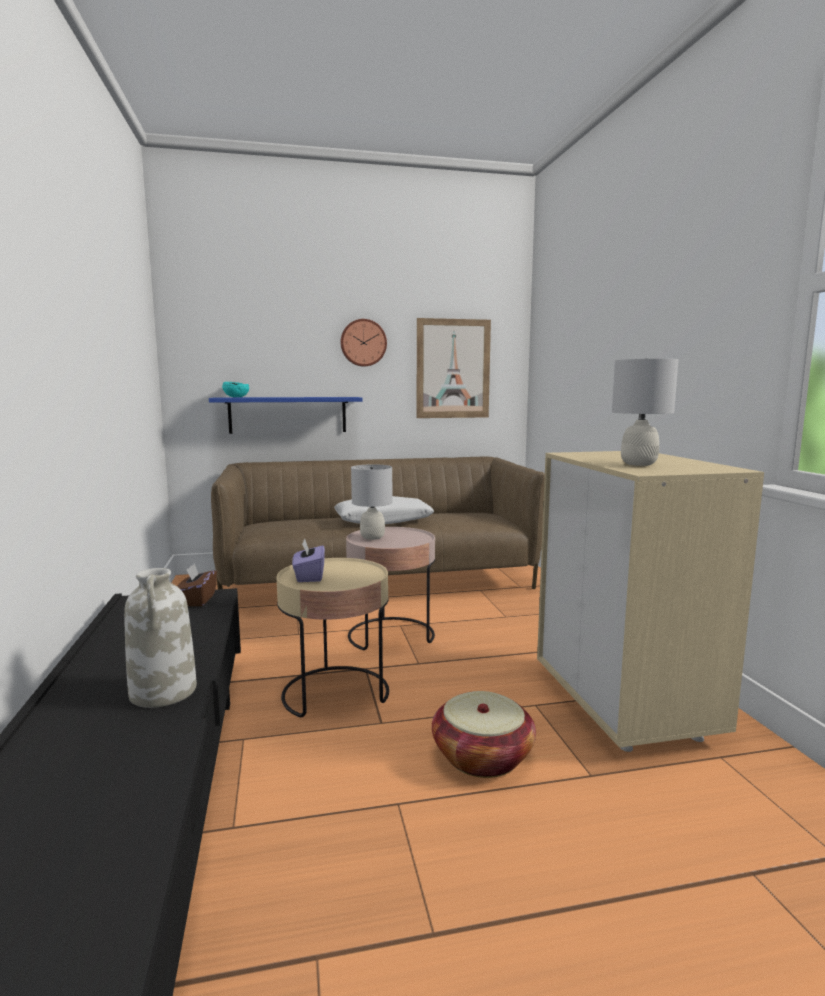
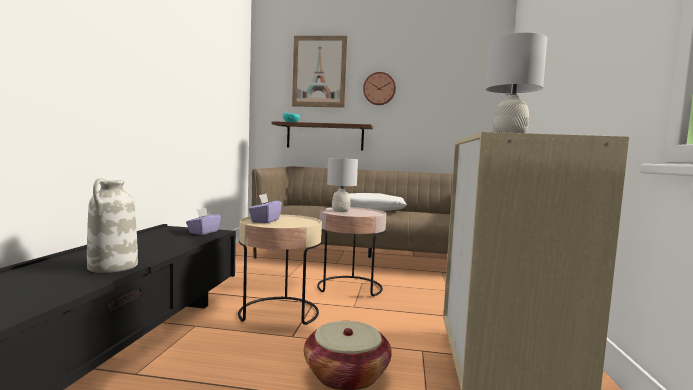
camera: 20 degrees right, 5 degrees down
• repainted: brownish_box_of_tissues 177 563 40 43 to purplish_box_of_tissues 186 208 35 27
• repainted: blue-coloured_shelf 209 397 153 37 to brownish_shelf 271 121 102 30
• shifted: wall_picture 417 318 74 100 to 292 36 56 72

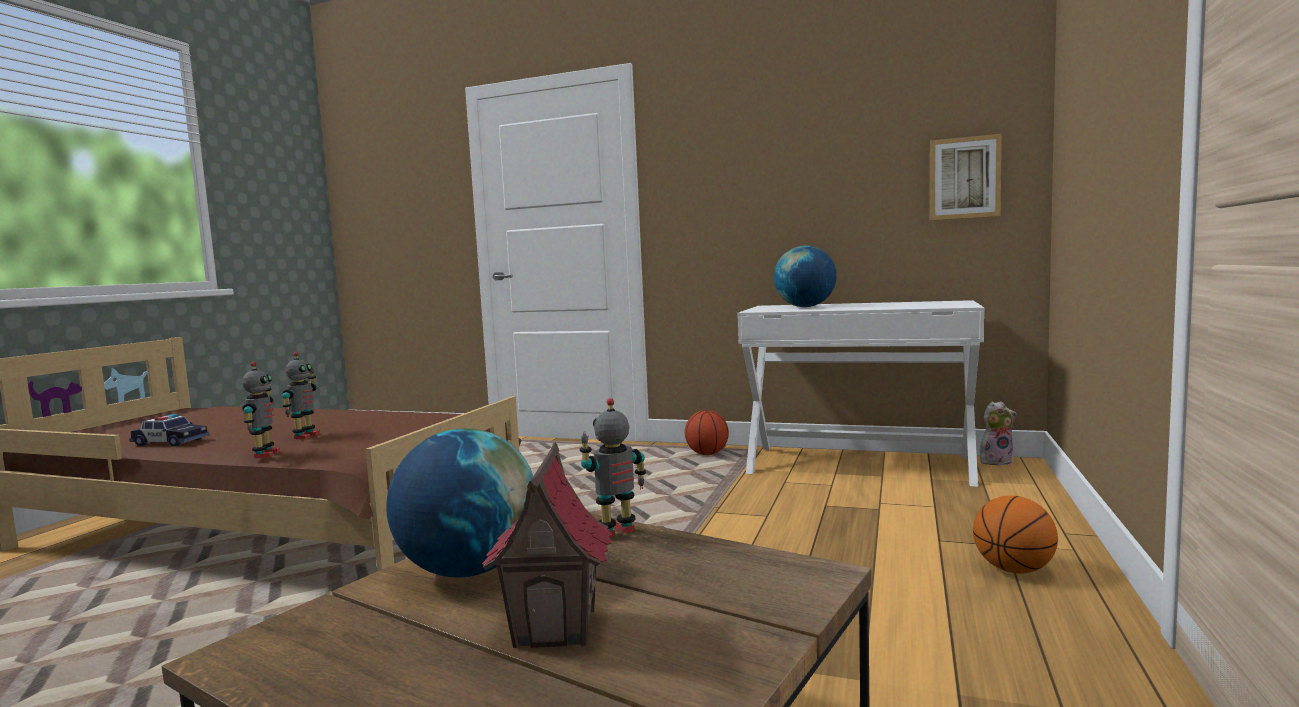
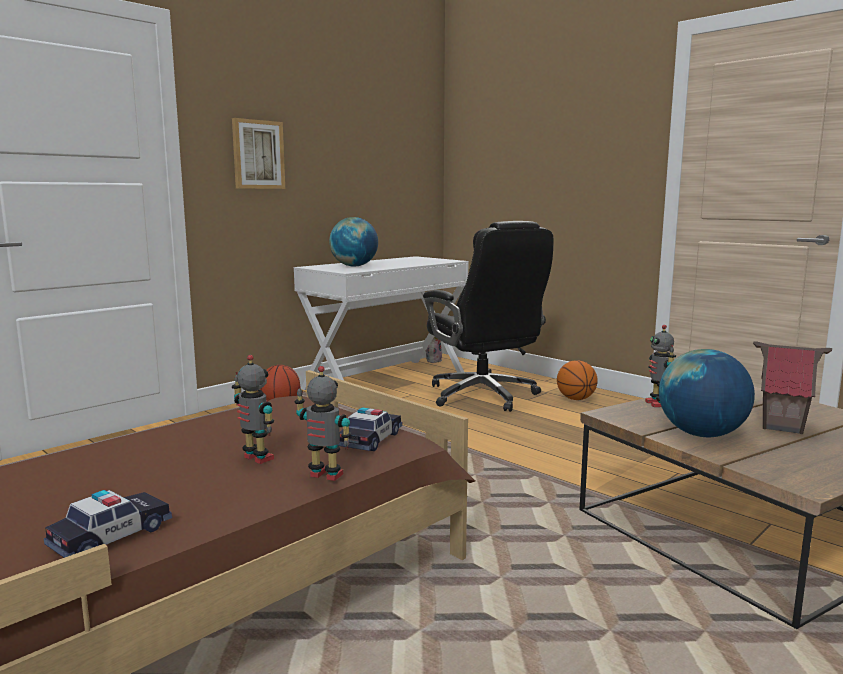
camera: 65 degrees left, 5 degrees up
• shifted: wall_picture 930 134 72 87 to 232 118 53 71
• new: miniature_car 337 407 65 44
• new: blackish_desk_chair 423 221 130 191

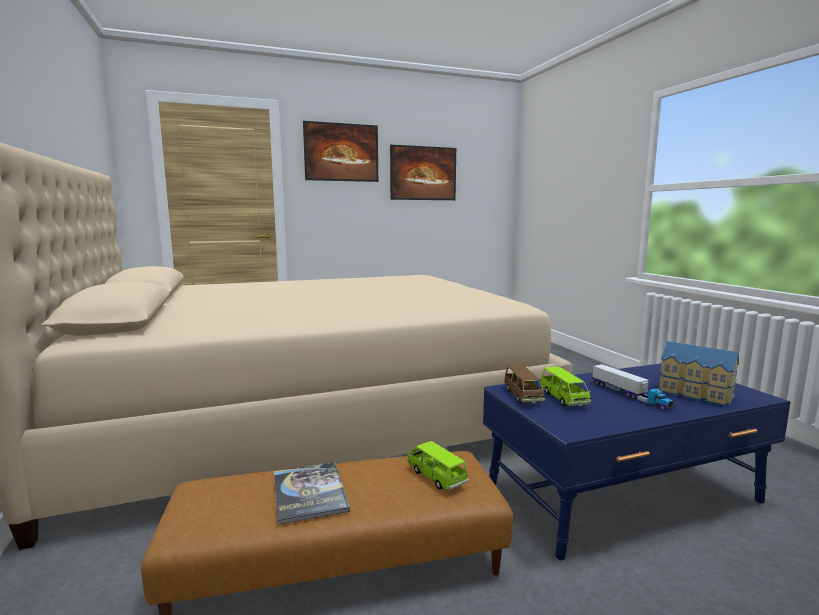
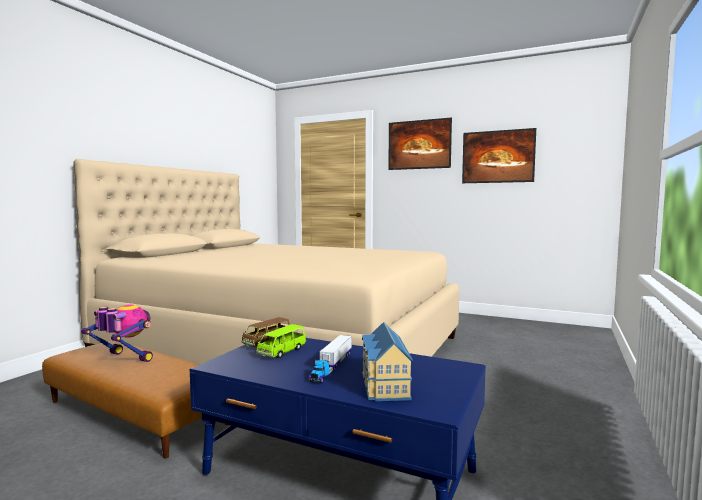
camera: 45 degrees right, 5 degrees down
• swapped: volume 274 462 76 63 to robot_figure 81 304 72 58
• gone: green-coloured_miniature_car 407 441 62 50

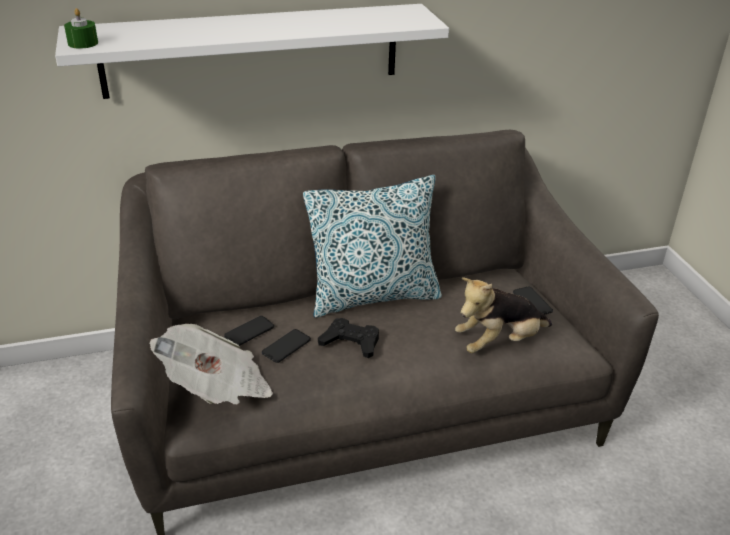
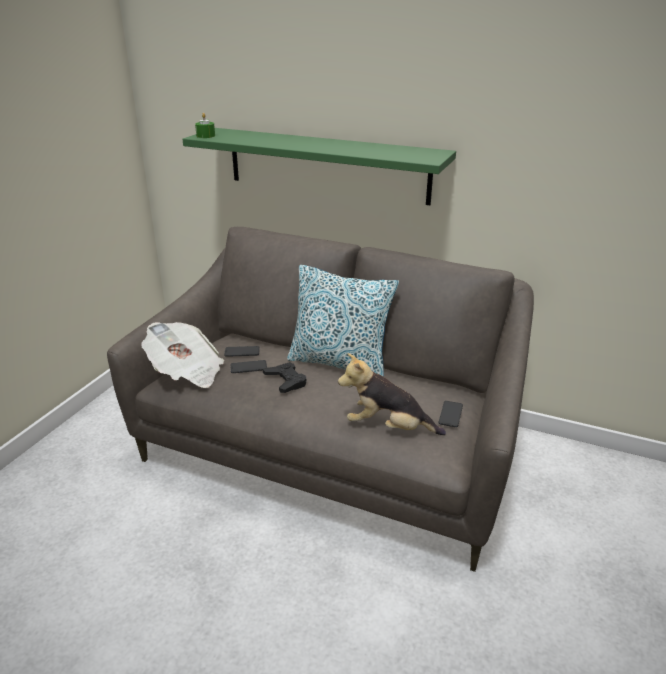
camera: 40 degrees right, 5 degrees down
• repainted: whitish_shelf 55 4 394 95 to green-coloured_shelf 182 128 274 77

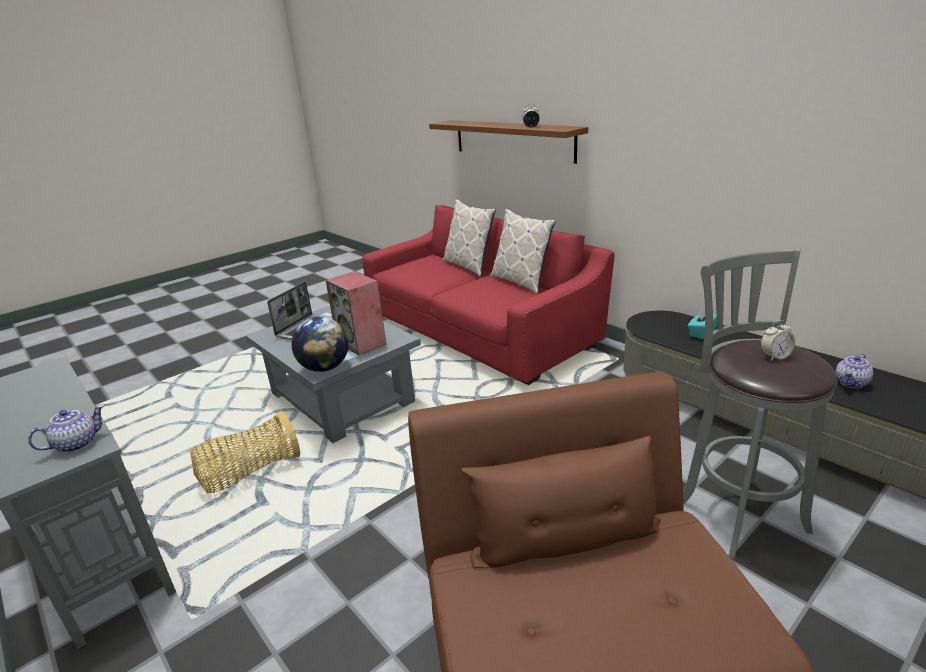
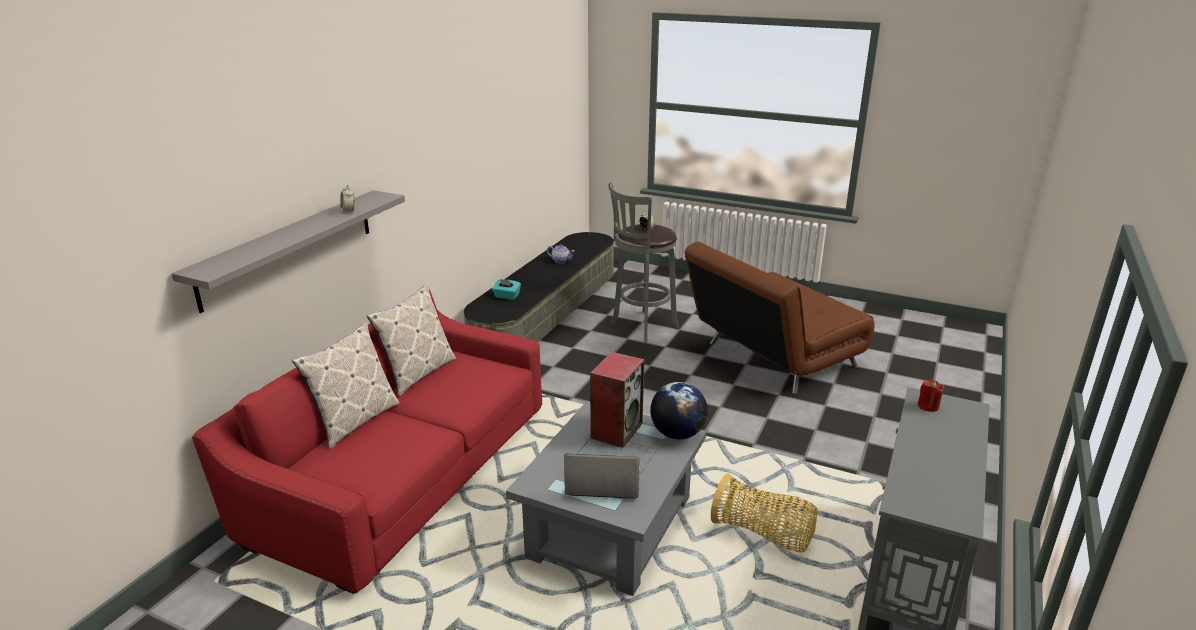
camera: 115 degrees left, 0 degrees up
• swapped: teapot 28 405 76 48 to red_wax_light 918 380 26 32
• repainted: brownish_shelf 429 120 159 44 to grey_shelf 171 190 234 123

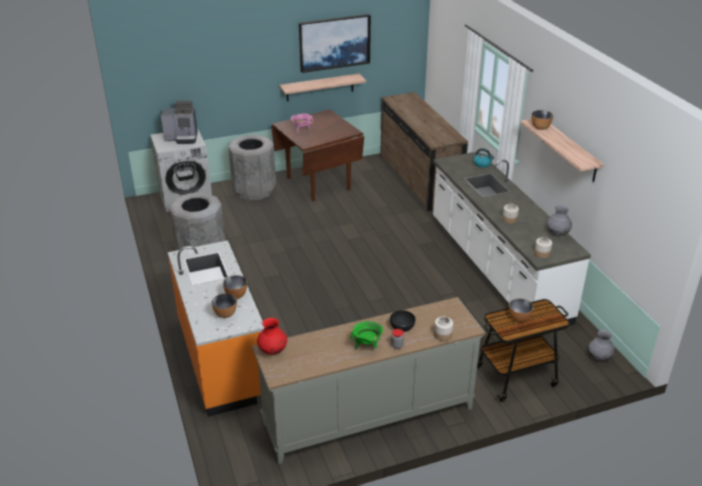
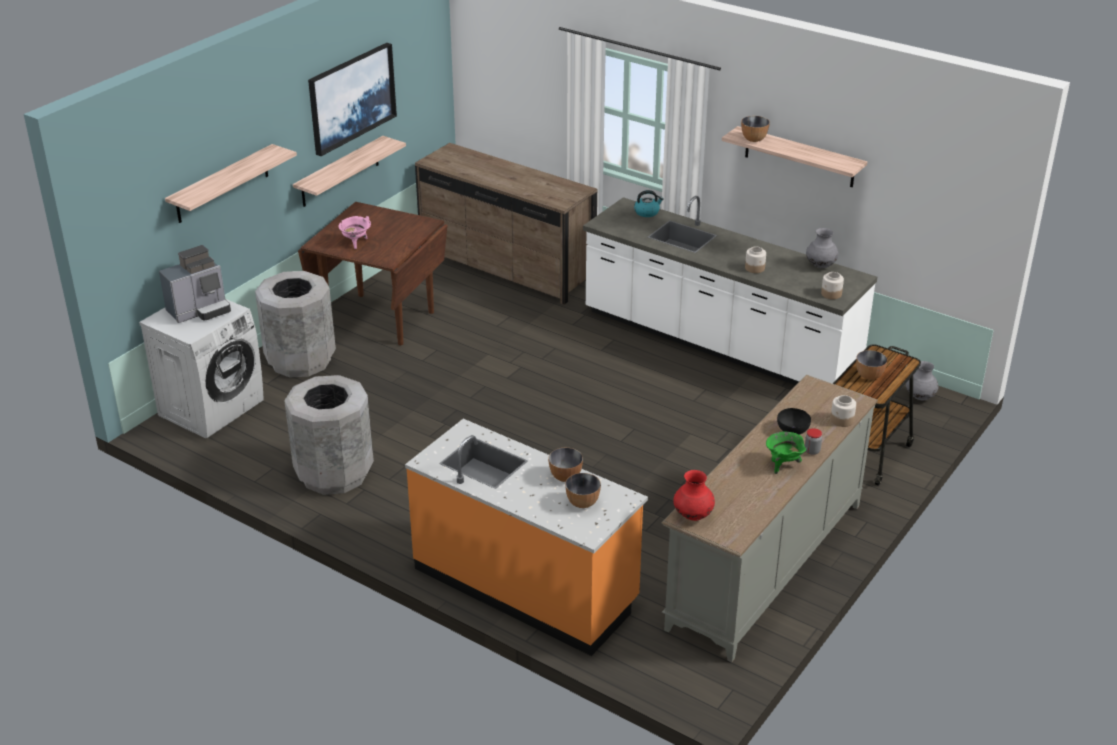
camera: 35 degrees left, 0 degrees up
• new: shelf 165 144 132 79

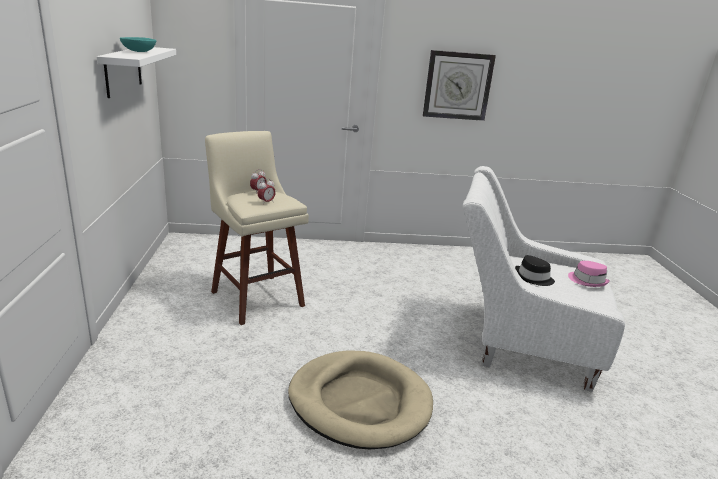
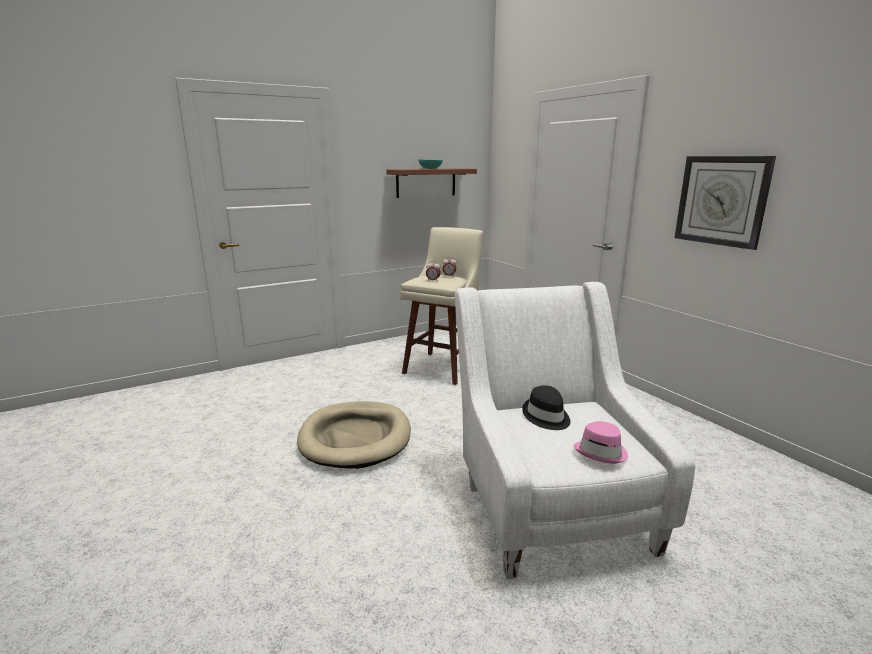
camera: 65 degrees right, 5 degrees down
• repainted: whitish_shelf 97 47 79 51 to brownish_shelf 386 168 91 30

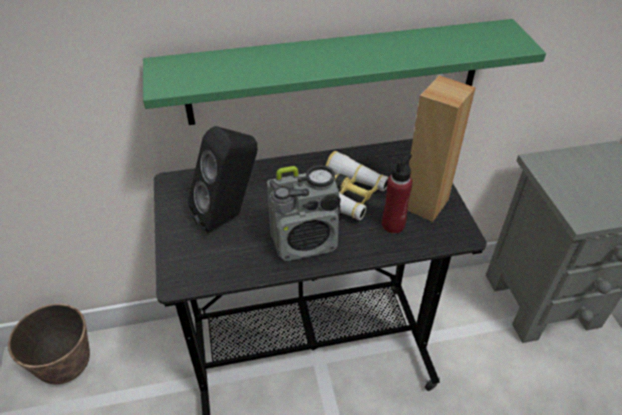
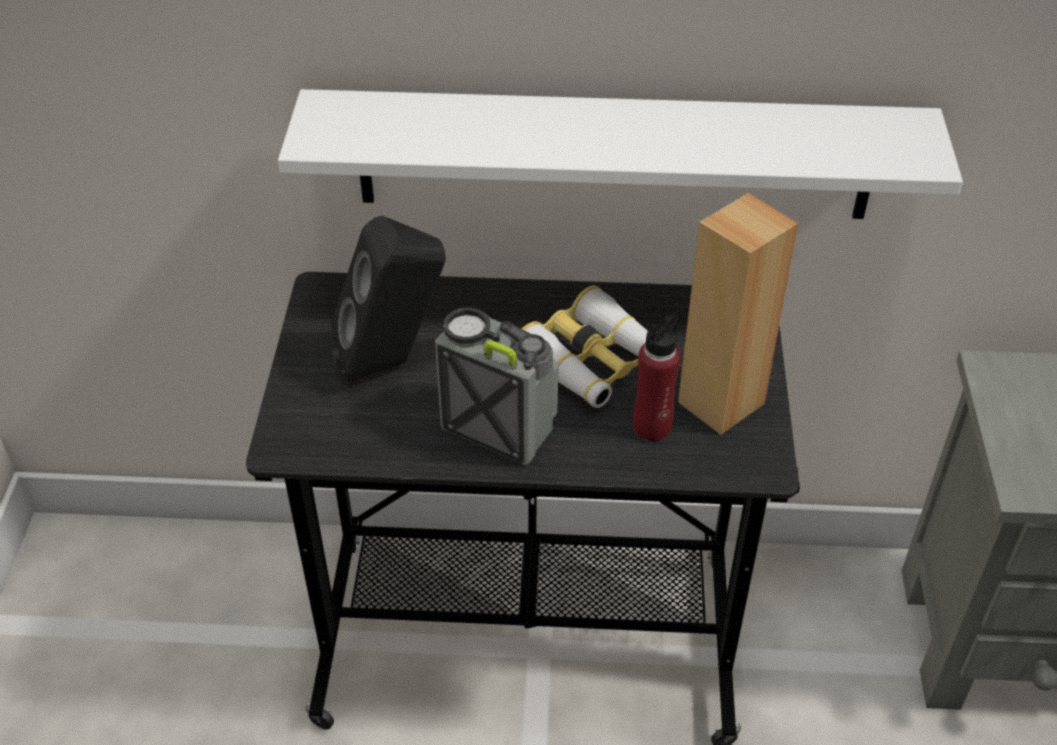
camera: 15 degrees right, 0 degrees up
• gone: plant_pot 8 304 82 80
• repainted: green-coloured_shelf 143 19 403 106 to whitish_shelf 278 89 685 130
• rotated: radio 267 165 74 96 = 435 307 124 158 150 degrees counterclockwise

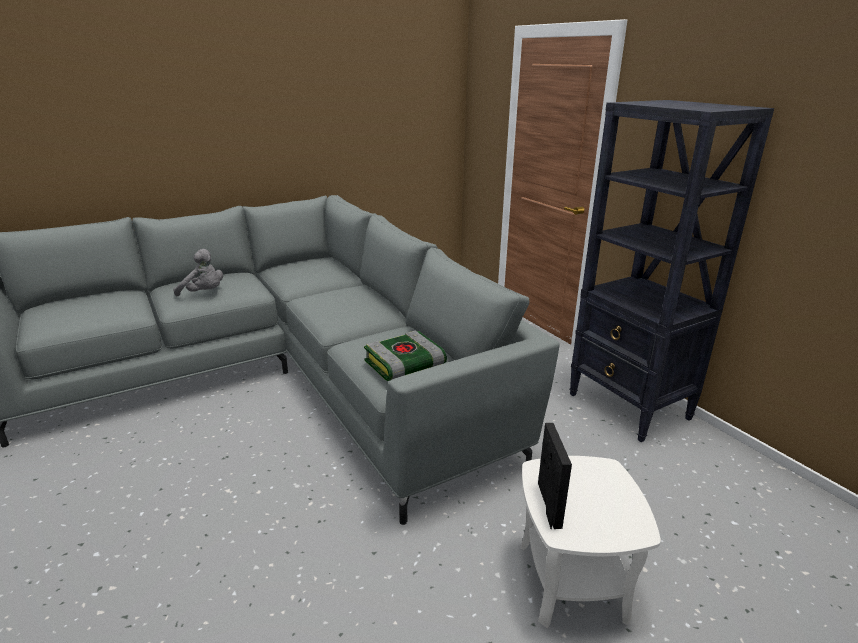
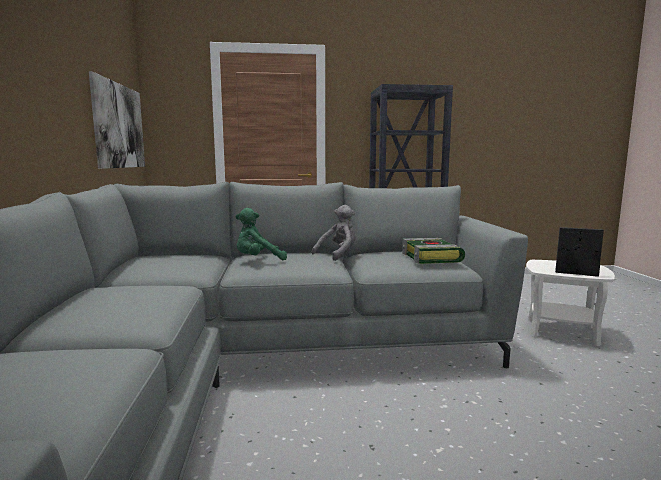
camera: 65 degrees left, 15 degrees down
• shifted: grey_soft_toy 174 249 49 47 to 311 205 44 56
• new: wall_picture 89 71 56 98
• new: green-coloured_soft_toy 236 208 51 52

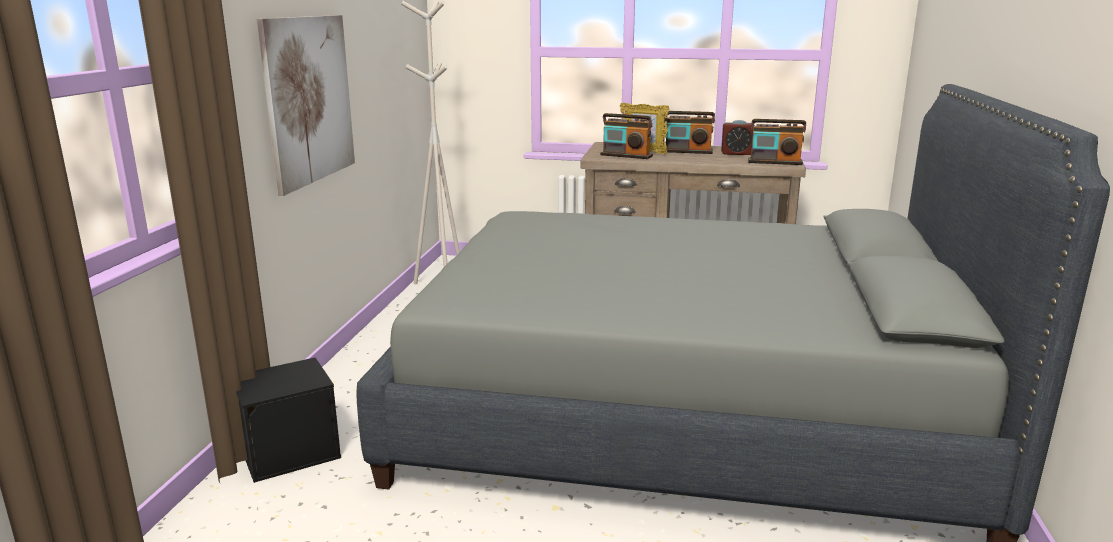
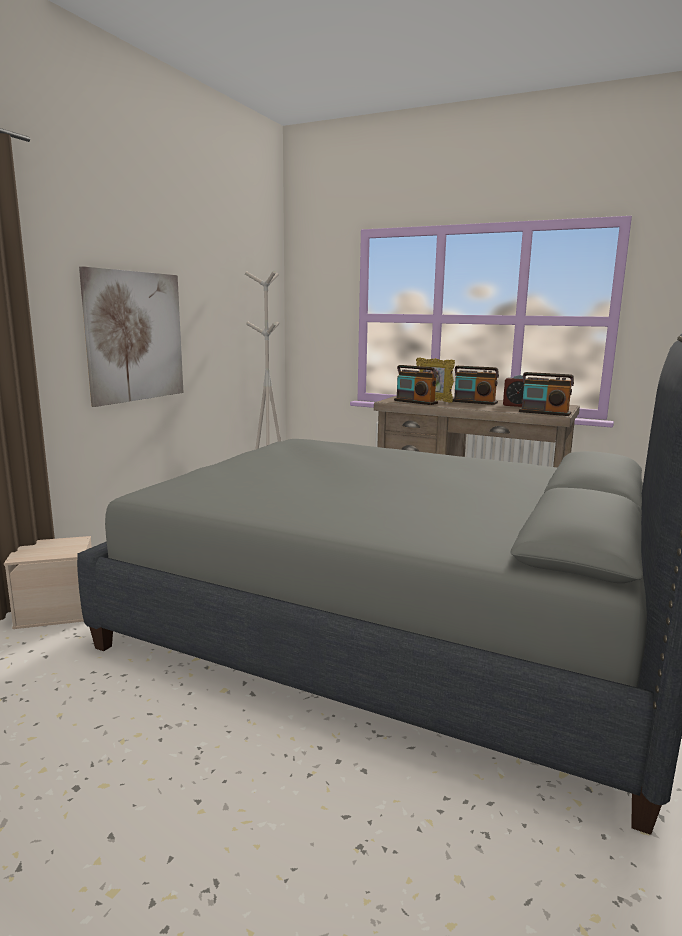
camera: 15 degrees right, 5 degrees down
• repainted: blackish_storage_box 236 357 105 126 to beige_storage_box 4 536 88 93

